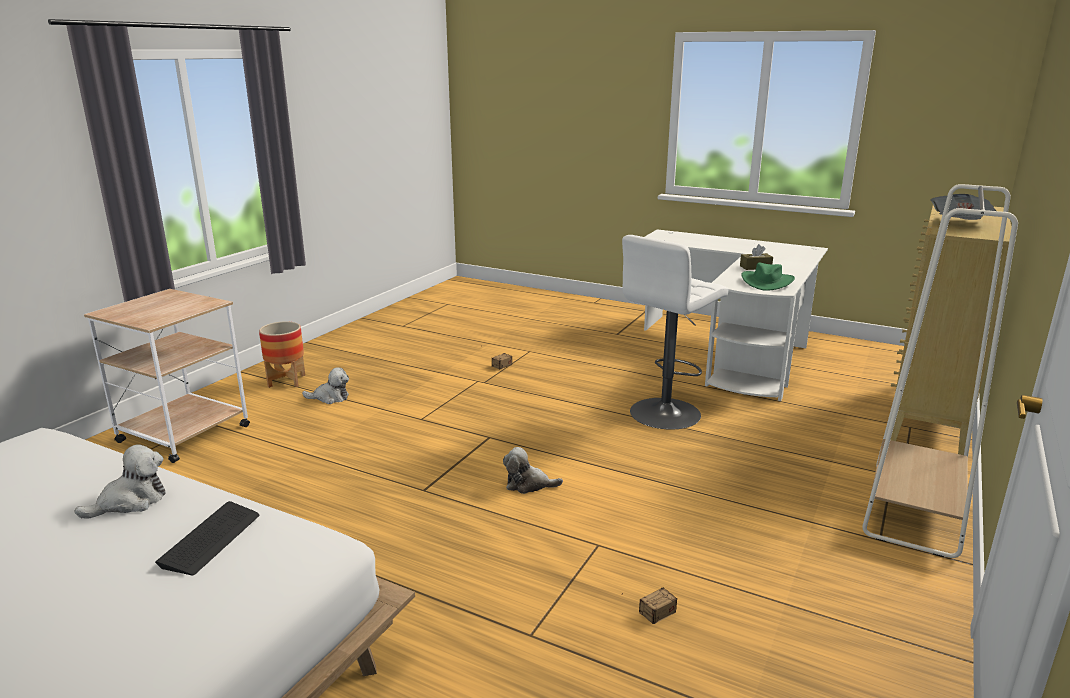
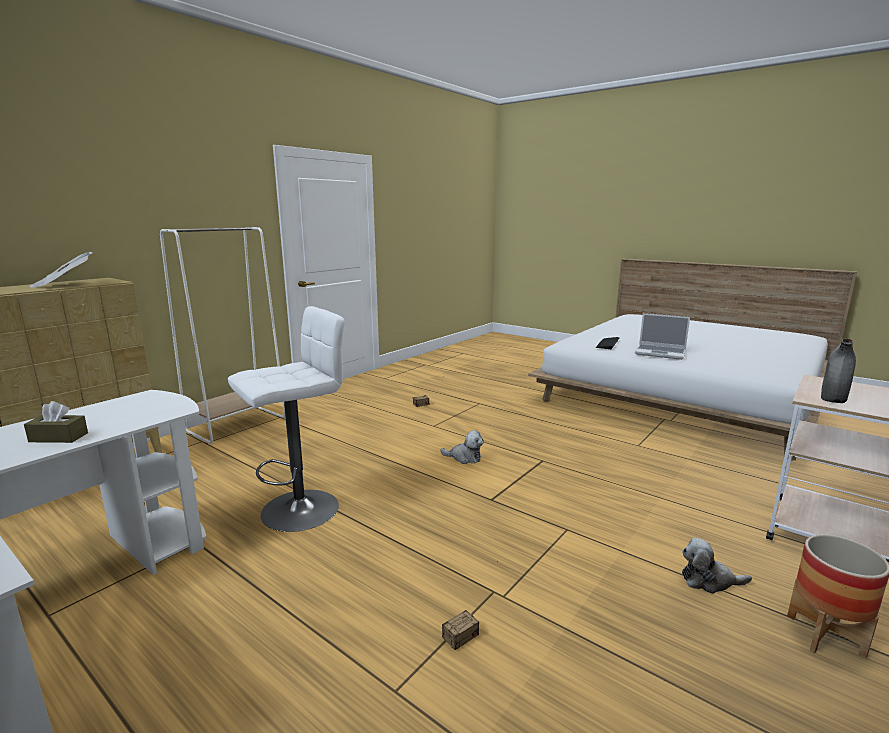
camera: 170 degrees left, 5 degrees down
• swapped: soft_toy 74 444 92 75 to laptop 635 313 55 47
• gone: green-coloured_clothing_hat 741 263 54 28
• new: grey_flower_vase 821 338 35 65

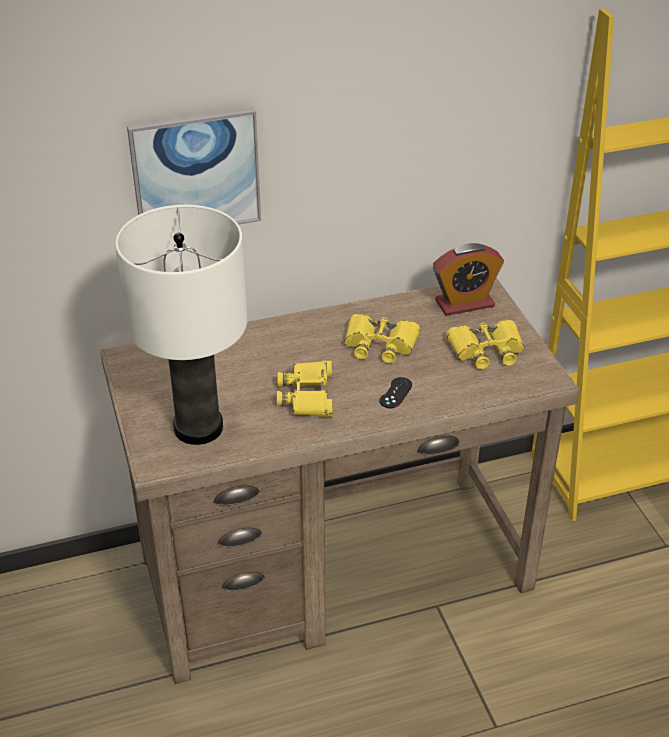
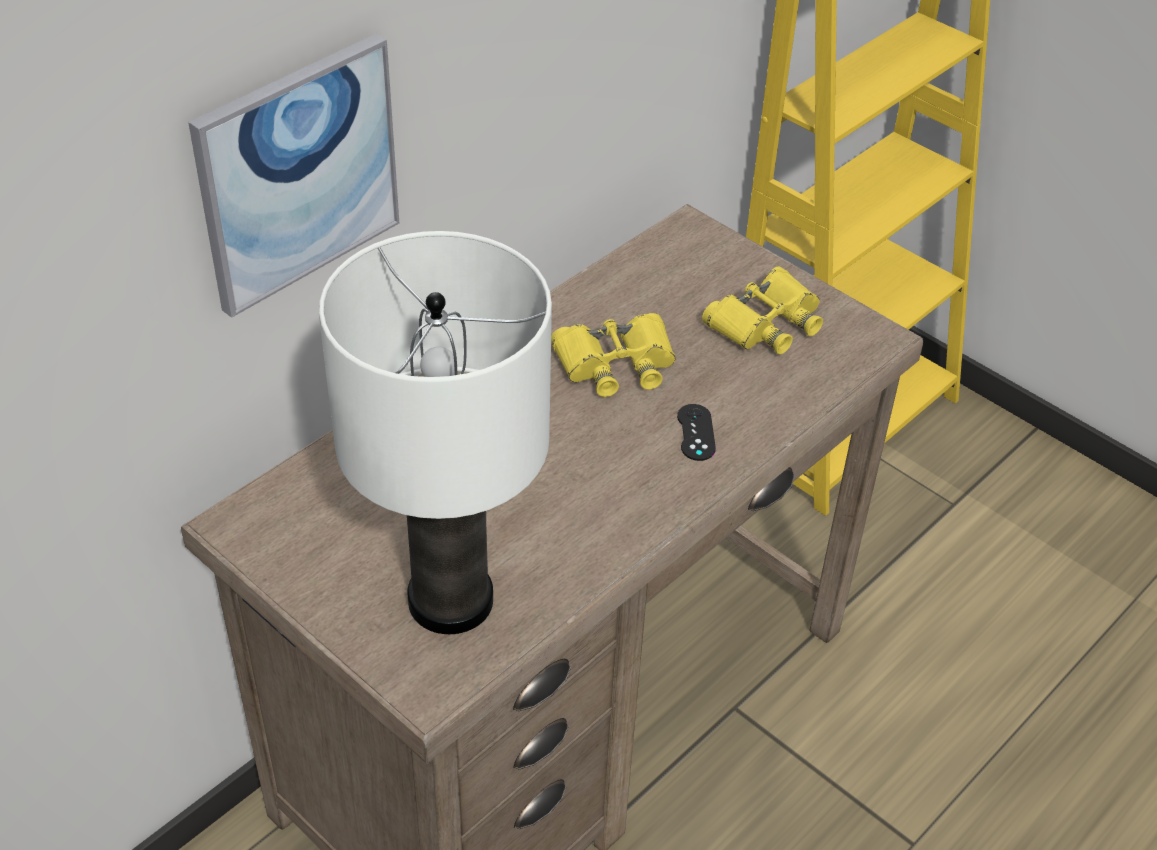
camera: 30 degrees left, 5 degrees up
• gone: yellow_binoculars 277 360 56 57
• gone: alarm_clock 433 243 71 73

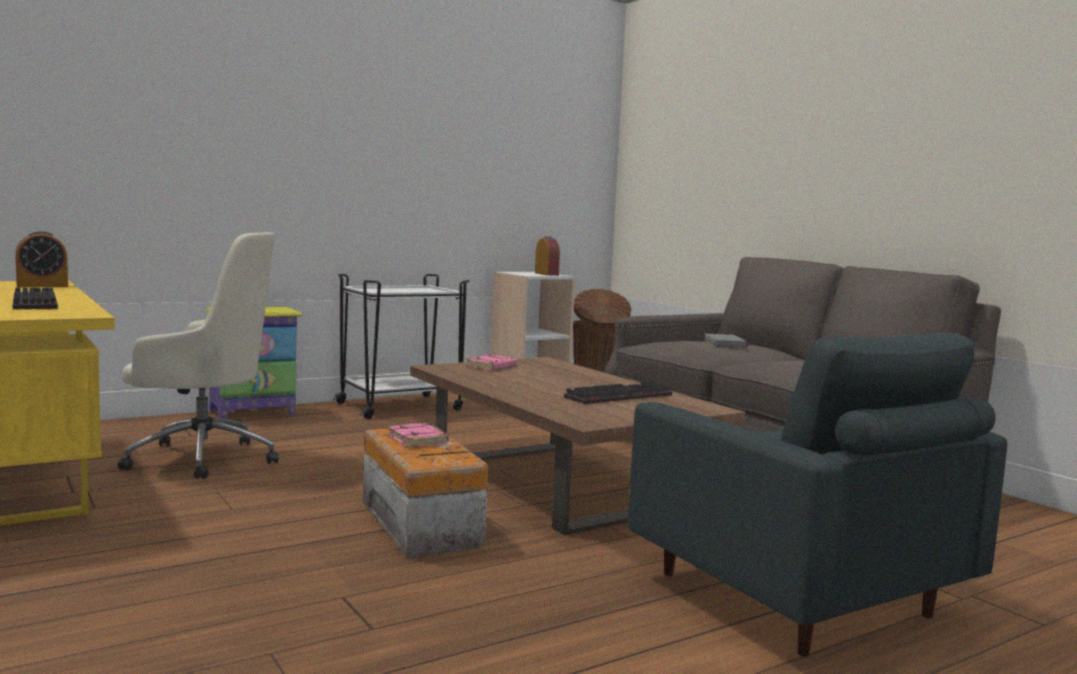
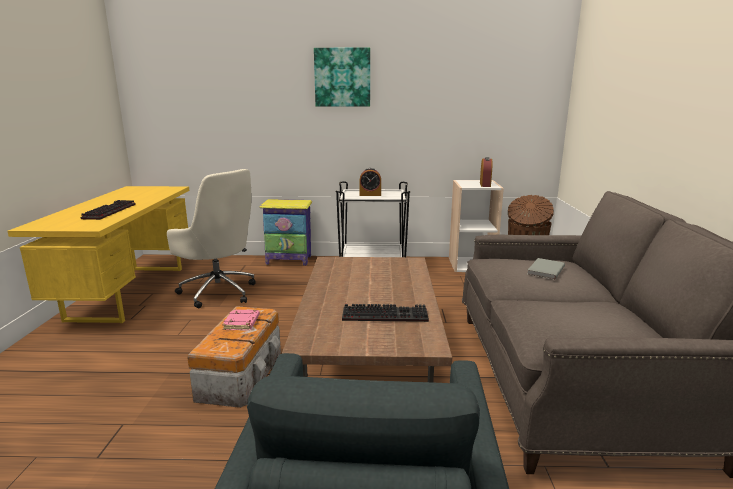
camera: 35 degrees right, 10 degrees up
• shifted: alarm_clock 15 231 53 56 to 359 168 22 28
• gone: pink-coloured_volume 466 354 52 16
• new: wall_picture 314 48 56 59

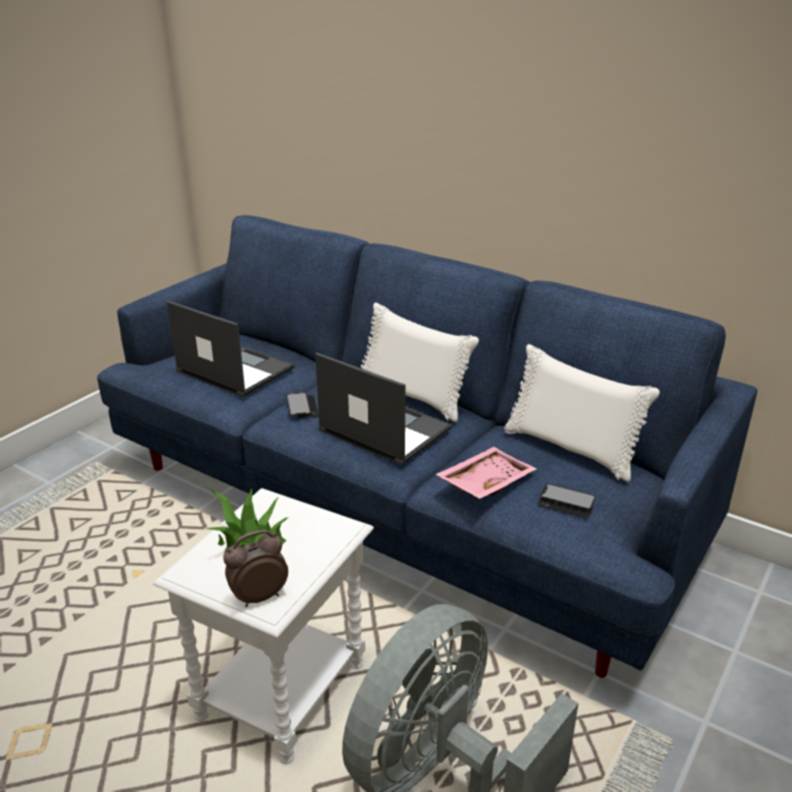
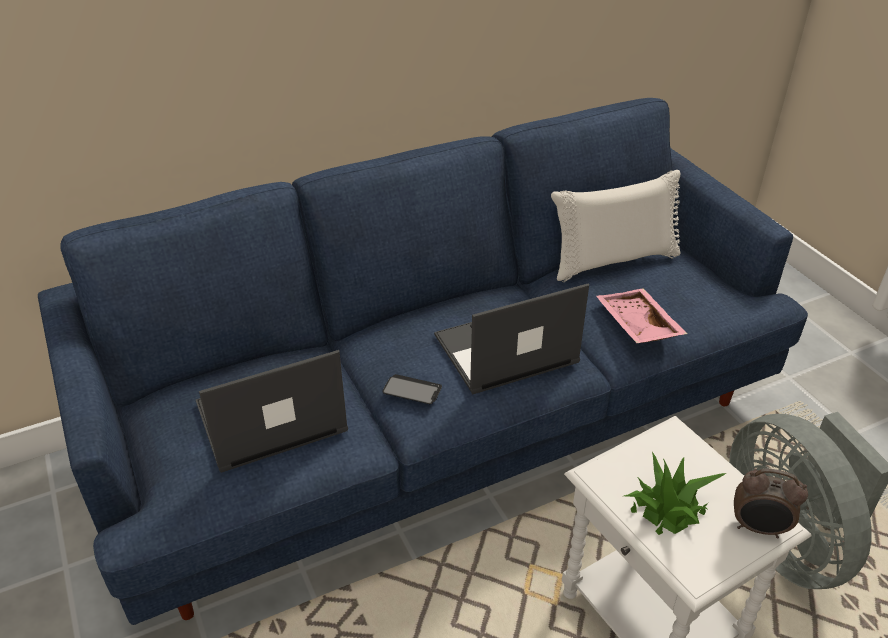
camera: 60 degrees left, 10 degrees up
• rotated: alarm_clock 223 530 65 77 = 734 468 74 70 75 degrees counterclockwise
• gone: whitish_pillow 361 302 118 120
• gone: telephone 538 484 58 34

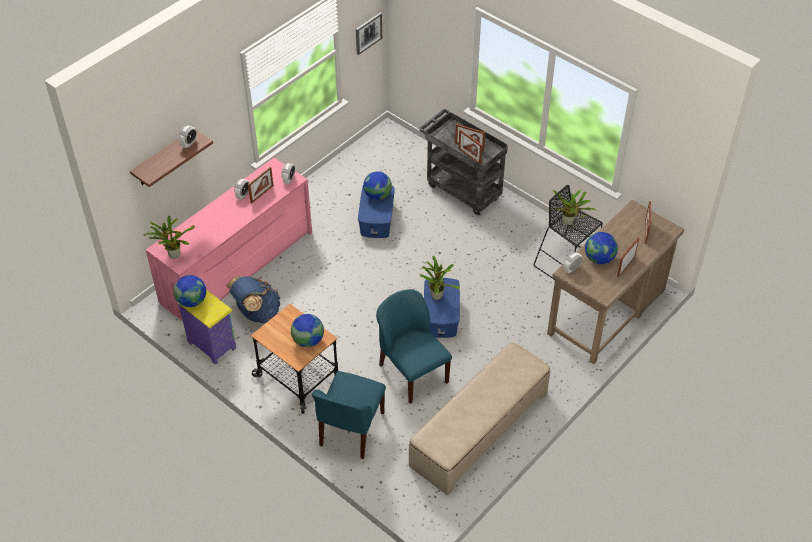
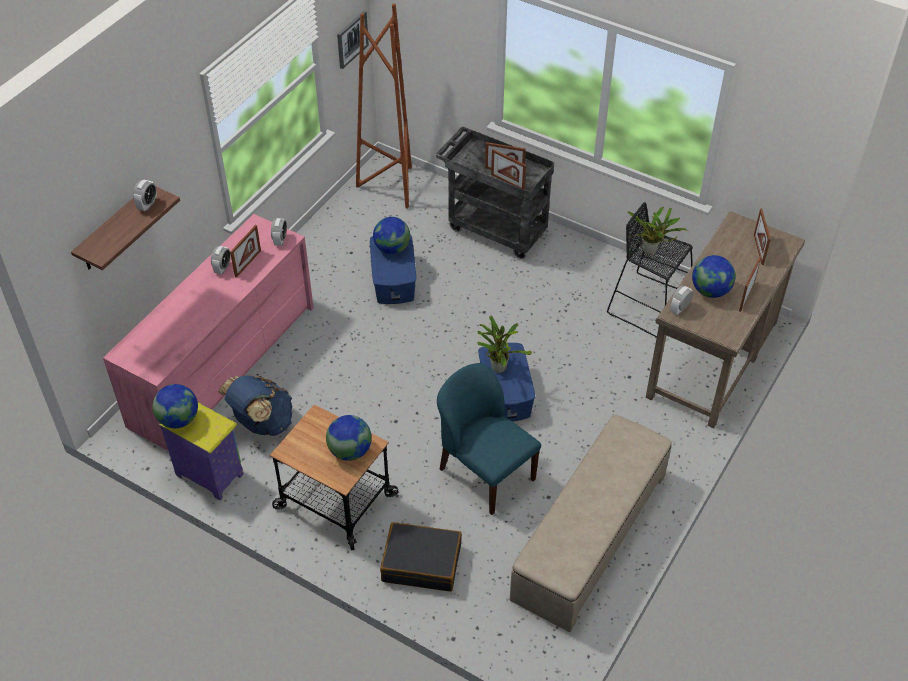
camera: 10 degrees left, 0 degrees up
• gone: potted_plant 143 215 52 44
• swapped: blue-coloured_chair 312 371 74 88 to blackish_travel_case 380 522 82 69
• new: brownish_garment_stand 356 3 56 206

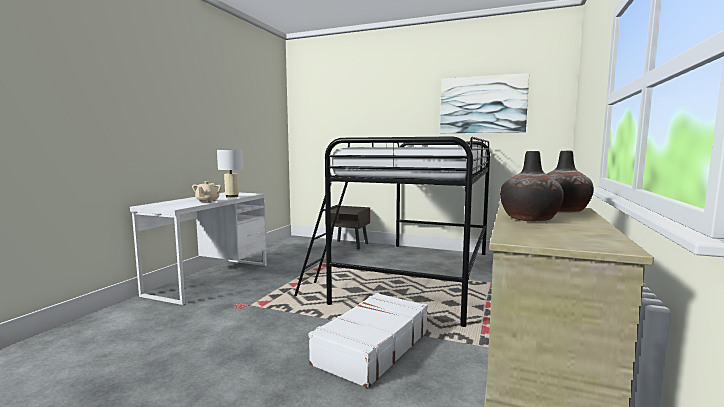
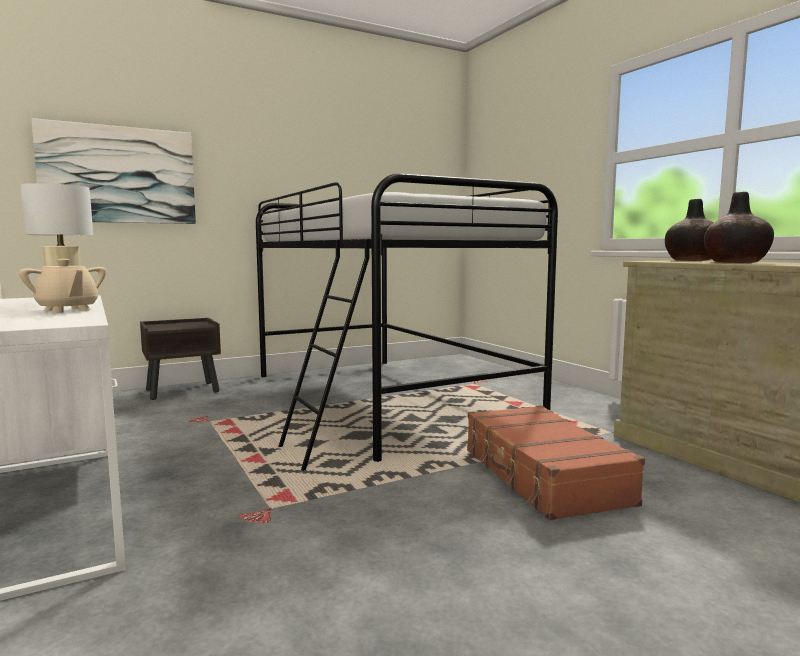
camera: 50 degrees left, 0 degrees up
• repainted: whitish_travel_case 309 292 119 96 to brownish_travel_case 467 405 178 115
• shifted: wall_picture 440 73 89 60 to 31 118 165 106

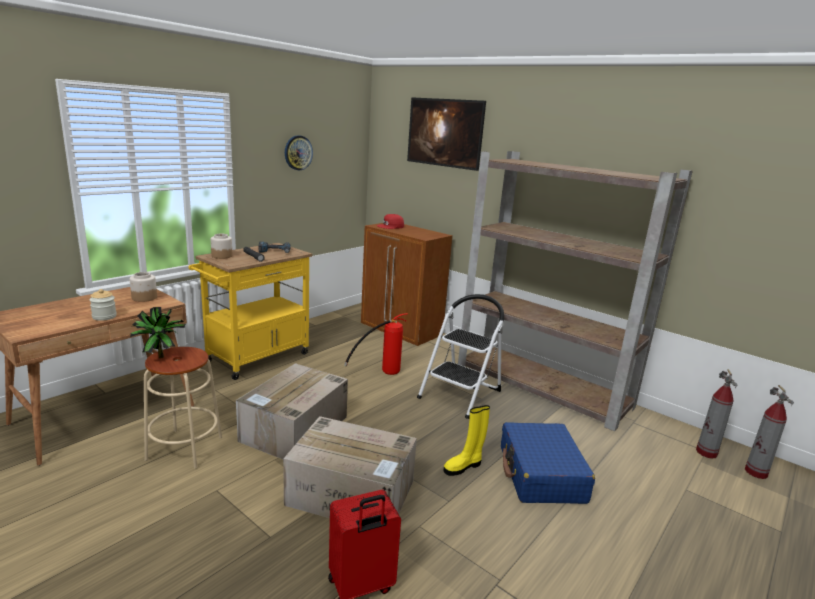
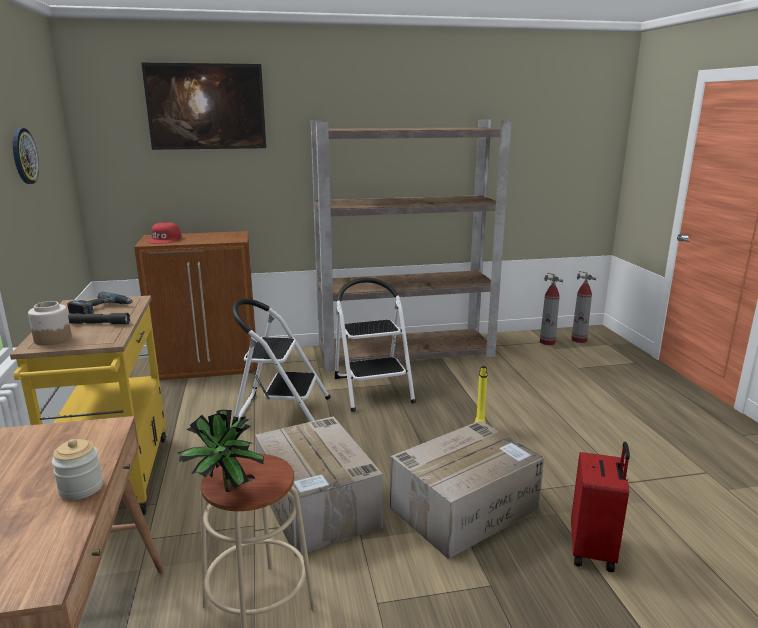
camera: 50 degrees left, 0 degrees up
• gone: preserve_jar 129 272 28 30
• swapped: extinguisher 344 313 64 62 to step_stool 232 299 99 126
• gone: blue-coloured_travel_case 501 422 94 82

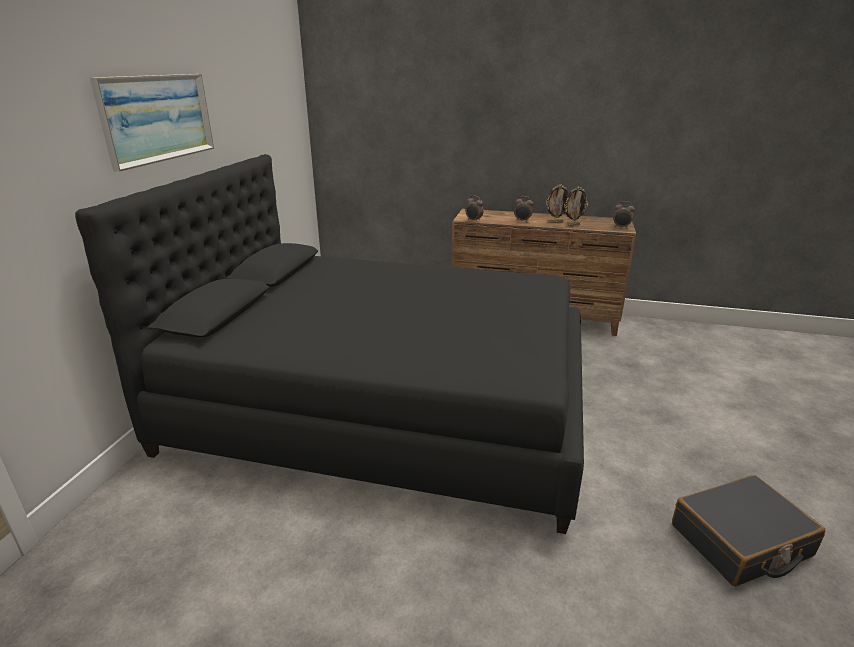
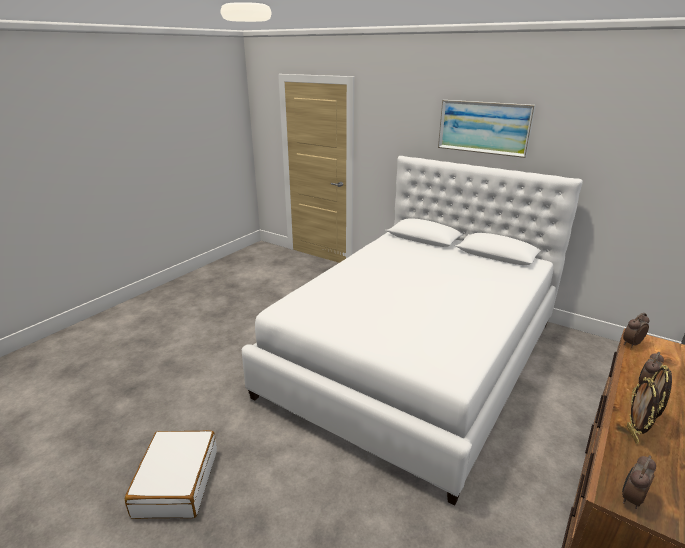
camera: 110 degrees right, 0 degrees up
• repainted: blackish_bedroom_bed 75 154 509 380 to whitish_bedroom_bed 242 156 341 350
• repainted: blackish_travel_case 672 475 153 111 to whitish_travel_case 125 430 92 89

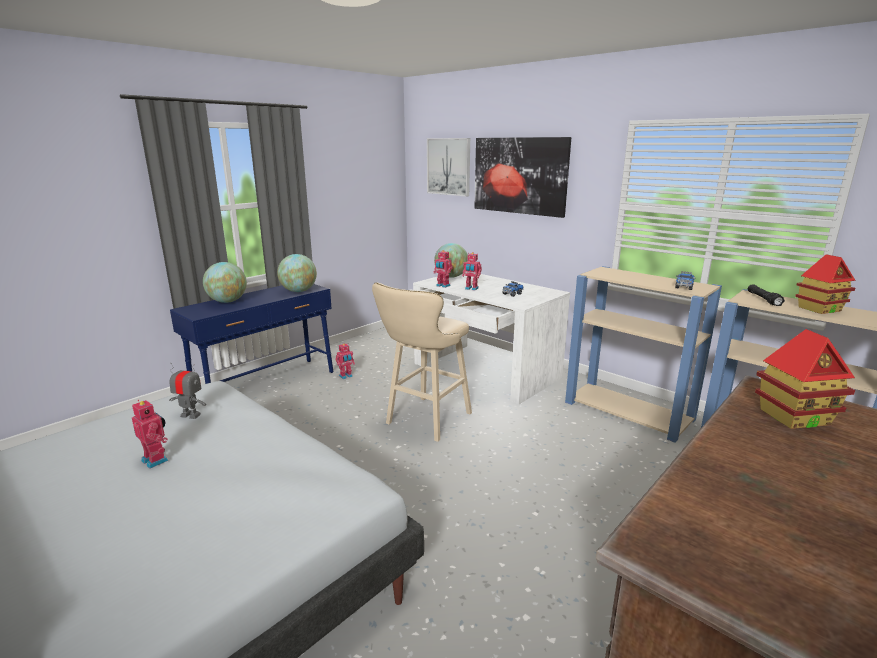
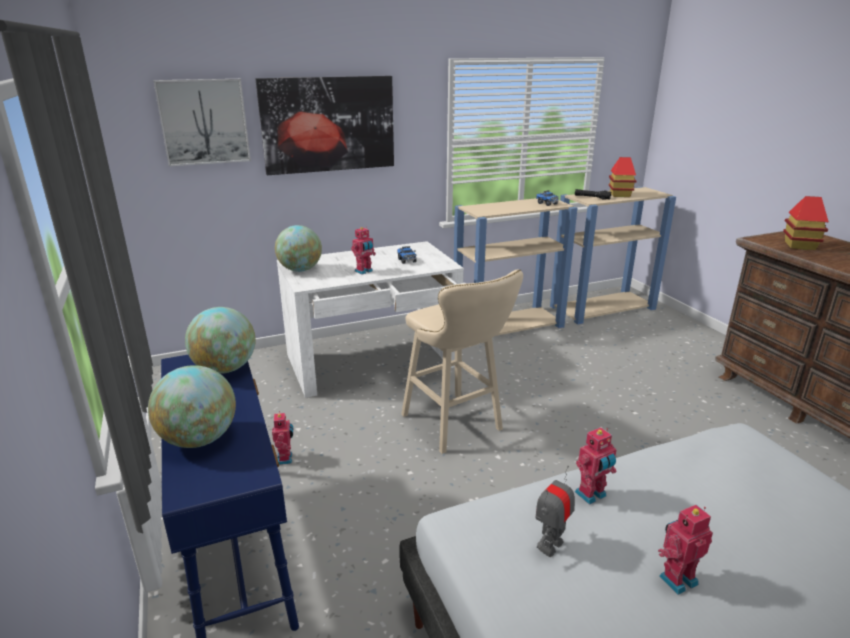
camera: 65 degrees left, 5 degrees up
• shifted: robot_figure 433 250 20 38 to 575 427 42 78

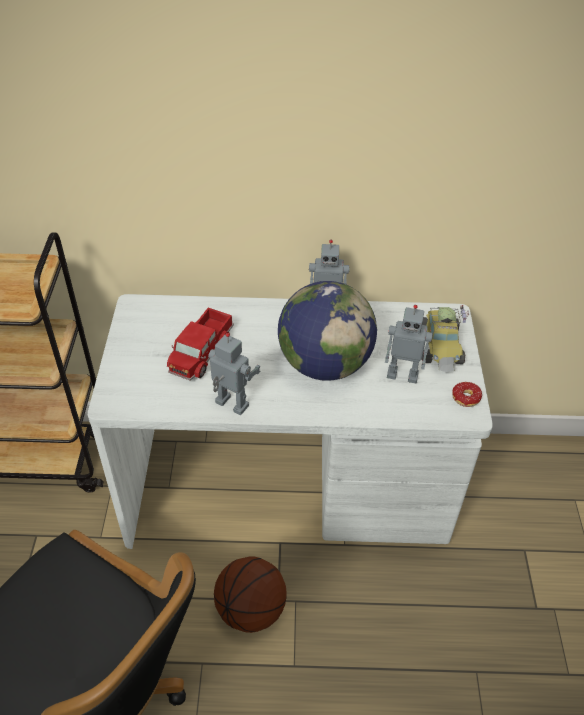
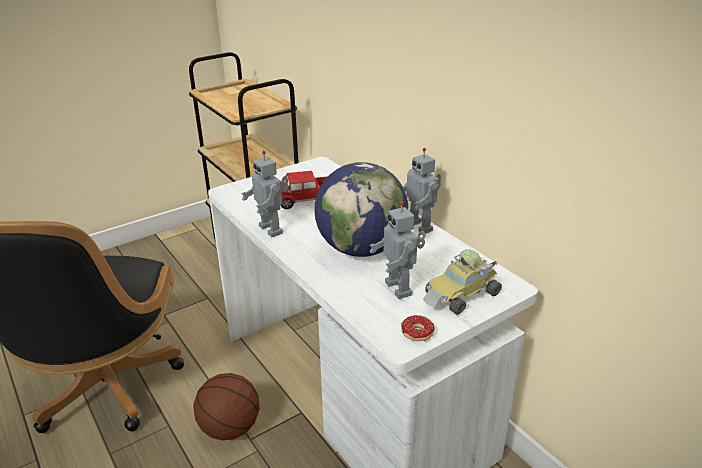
camera: 55 degrees right, 15 degrees down
• rotated: robot_figure 208 333 52 82 = 241 151 48 86 150 degrees clockwise

